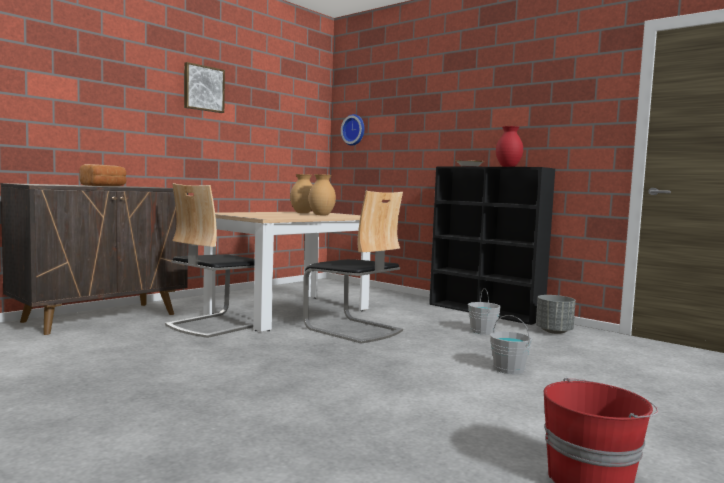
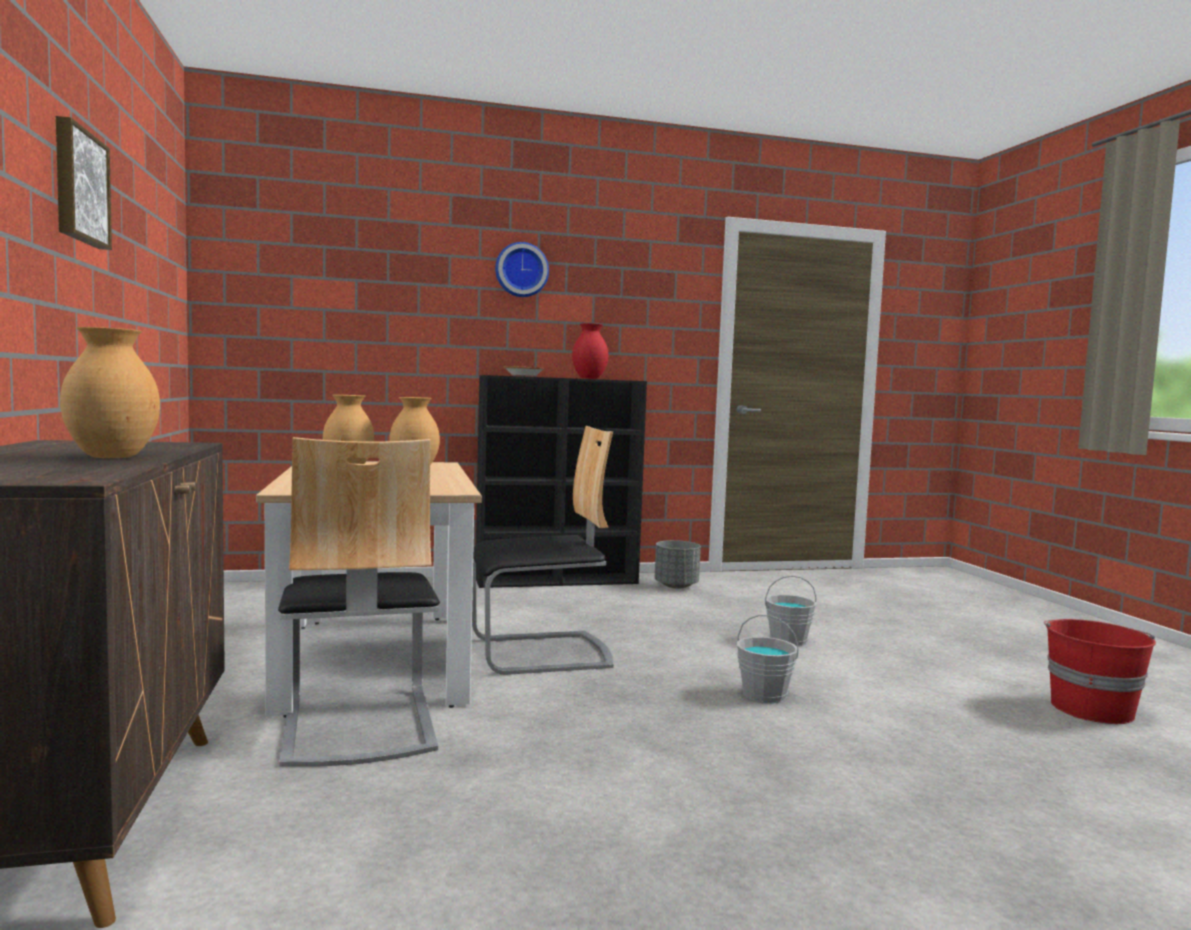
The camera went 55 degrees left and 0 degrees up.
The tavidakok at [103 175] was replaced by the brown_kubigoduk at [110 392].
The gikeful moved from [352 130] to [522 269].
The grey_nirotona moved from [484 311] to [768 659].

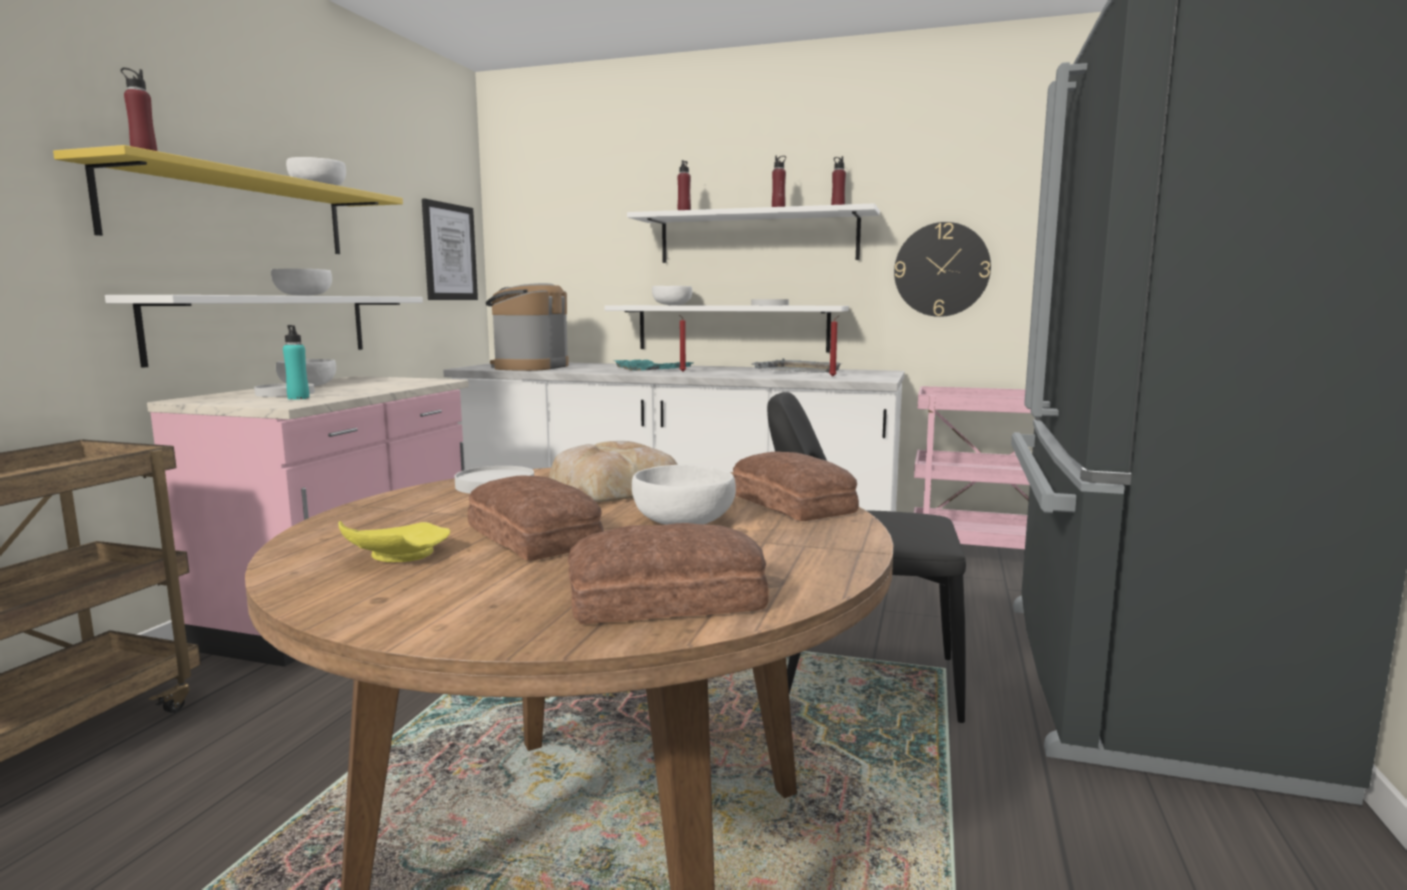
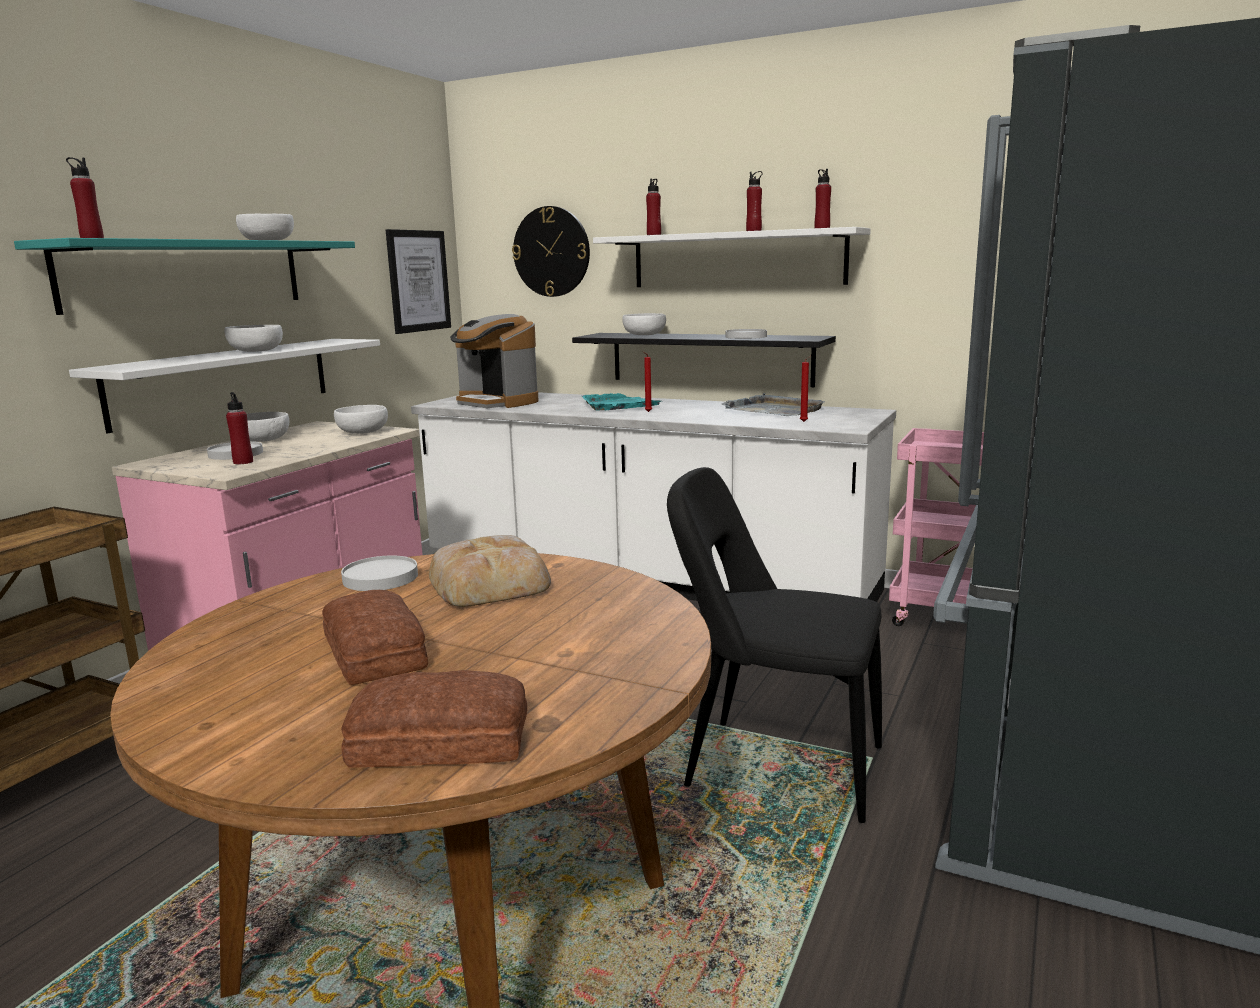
The camera went 10 degrees right and 5 degrees up.
The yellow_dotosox at [228 199] became the turquoise_dotosox at [184 276].
The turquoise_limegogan at [296 362] became the red_limegogan at [239 428].
The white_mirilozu moved from [684 495] to [361 419].
The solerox at [527 327] turned 75 degrees counterclockwise.
The gikeful moved from [942 269] to [551 251].
The white_dotosox at [727 328] became the black_dotosox at [704 360].
The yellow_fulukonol at [394 541] disappeared.
The tavidakok at [796 486] disappeared.

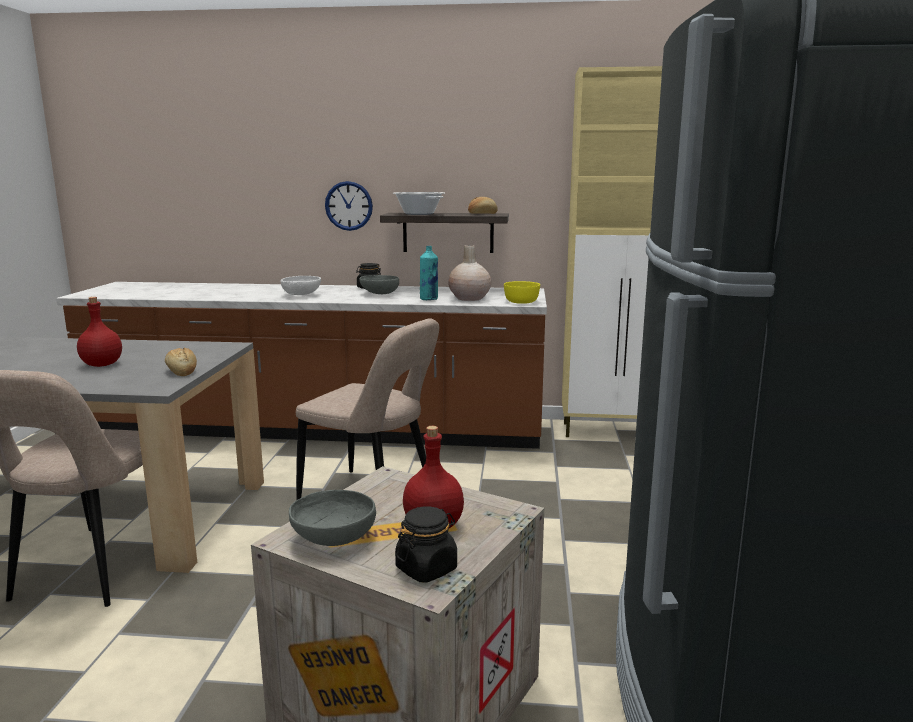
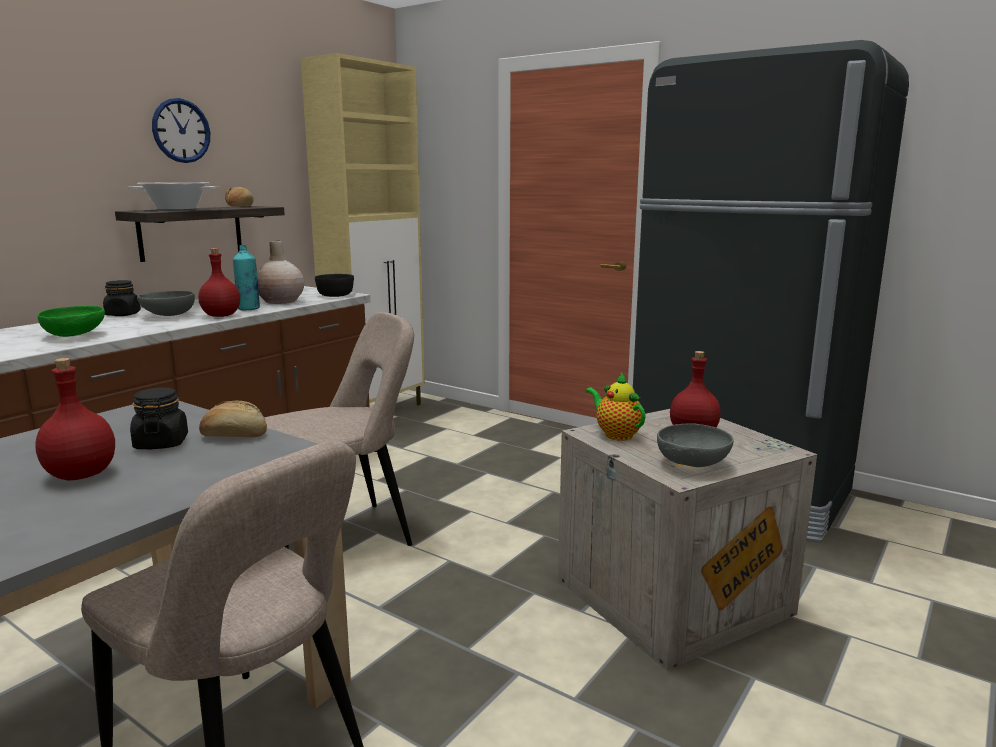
The camera went 60 degrees left and 0 degrees up.
The white_mirilozu at [301 285] became the green_mirilozu at [71 321].
The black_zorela moved from [426 544] to [159 418].
The gikeful moved from [349 206] to [181 130].
The red_limegogan at [219 282] appeared.
The yellow_mirilozu at [522 292] became the black_mirilozu at [334 285].
The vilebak at [616 407] appeared.

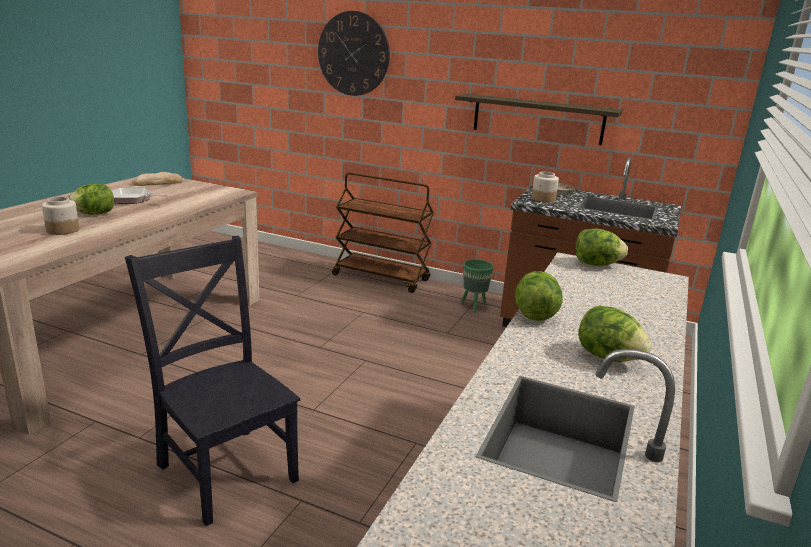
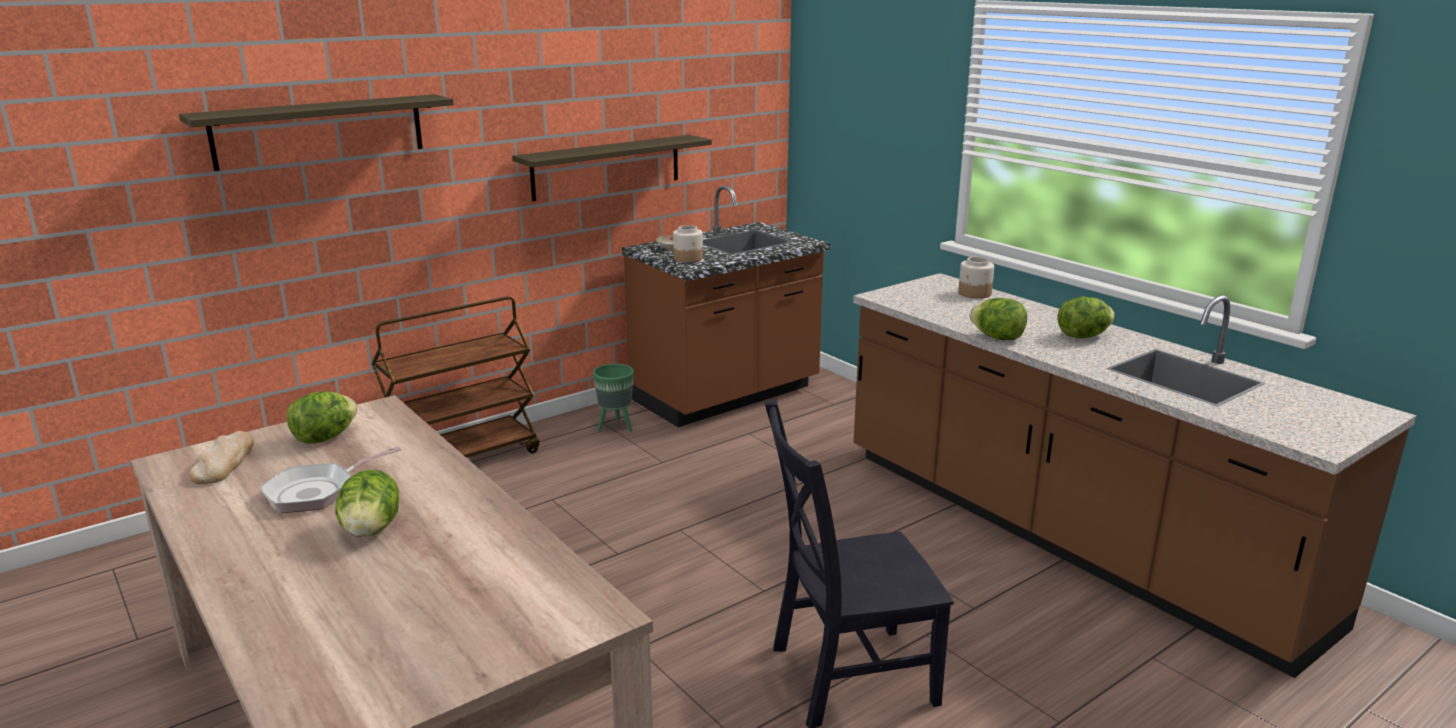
The camera went 60 degrees left and 0 degrees up.
The gikeful at [354 53] was replaced by the dotosox at [316 132].
The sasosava moved from [601 247] to [321 417].
The zorela moved from [60 216] to [976 278].

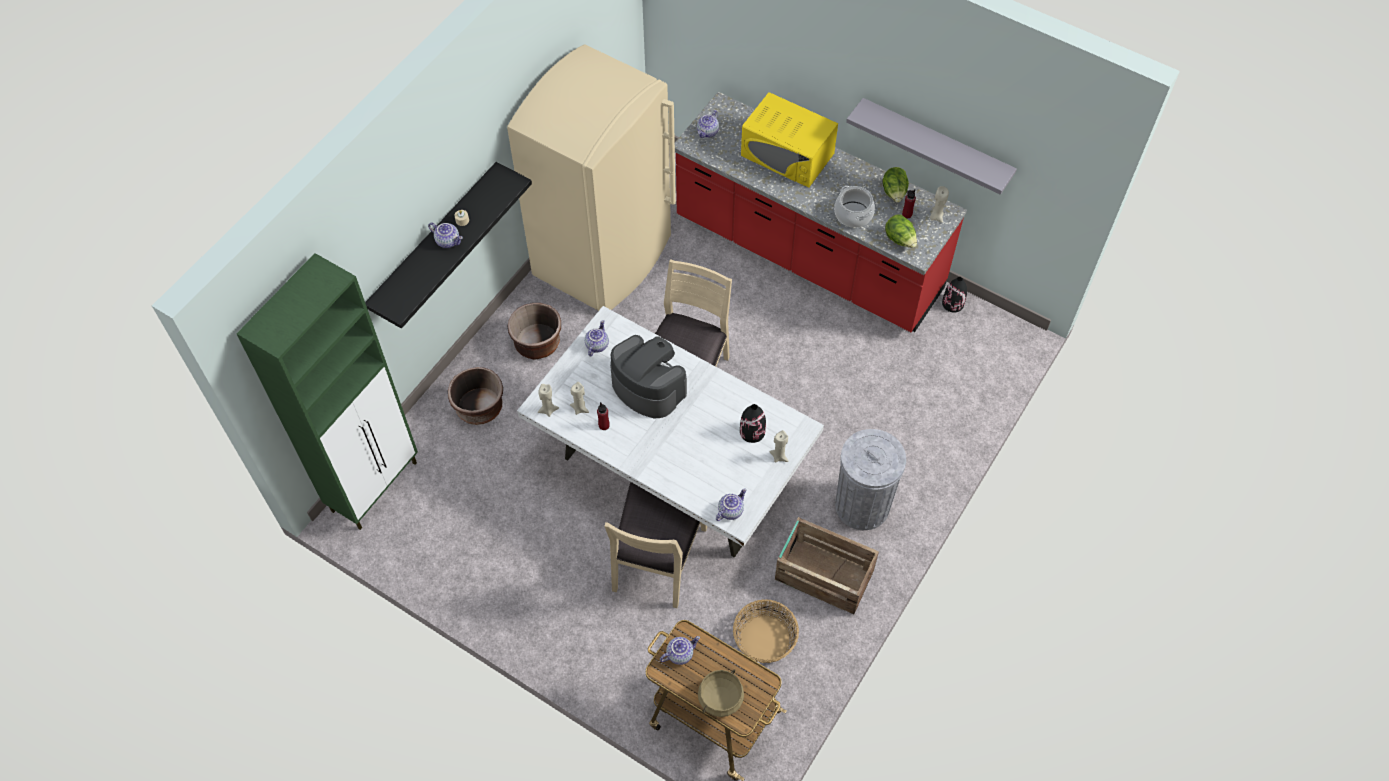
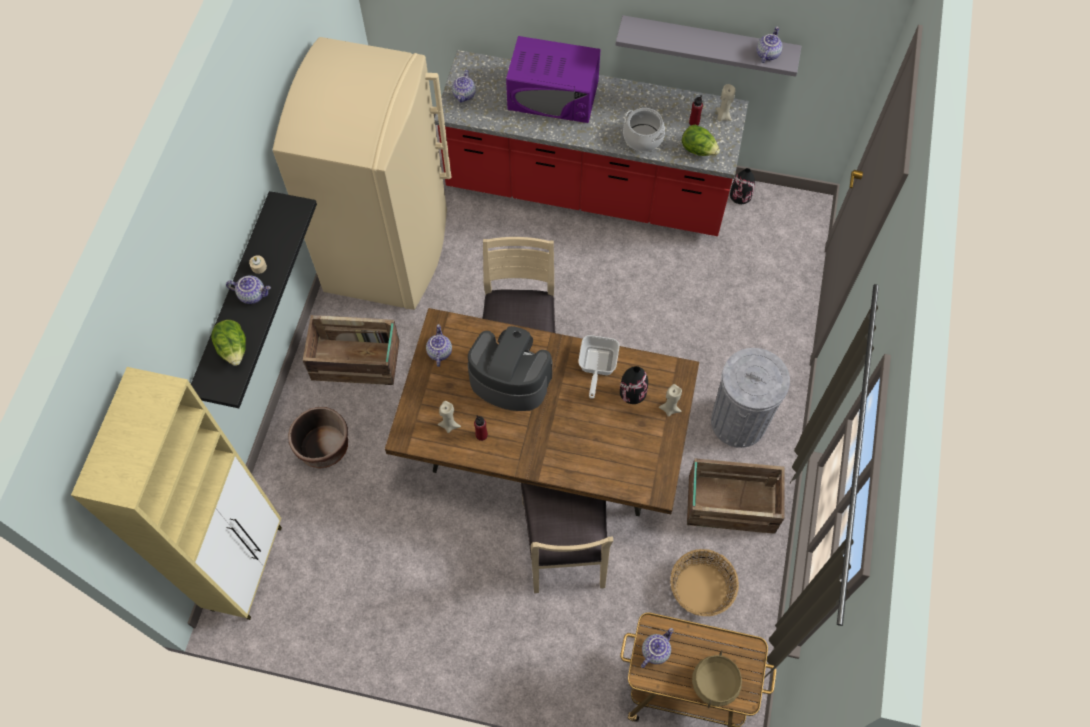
The camera went 20 degrees left and 5 degrees up.
The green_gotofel at [327 391] became the beige_gotofel at [176 493].
The sasosava moved from [896 185] to [228 343].
The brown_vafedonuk at [534 331] was replaced by the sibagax at [351 350].
The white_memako at [670 432] became the brown_memako at [542 412].
The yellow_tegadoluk at [789 140] became the purple_tegadoluk at [553 79].
The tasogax at [599 367] appeared.
The vilebak moved from [731 505] to [770 45].
The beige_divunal at [548 400] disappeared.

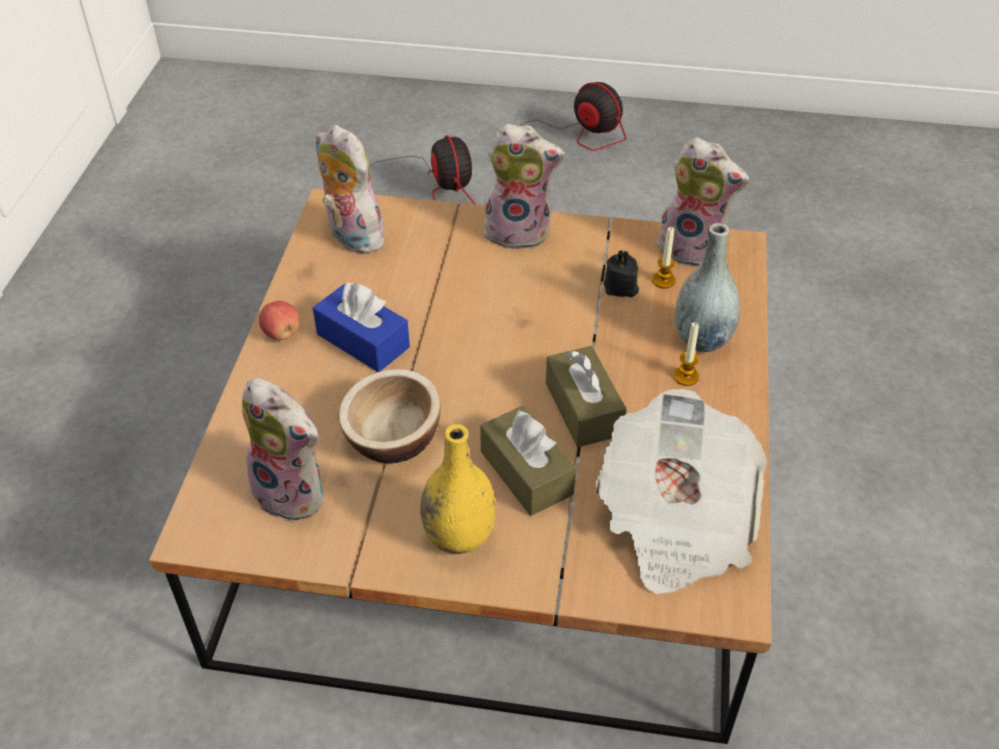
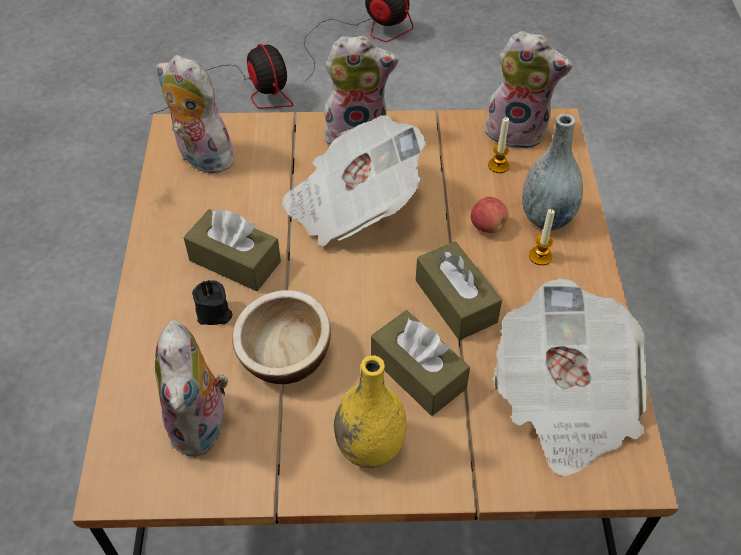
The camera went 10 degrees left and 5 degrees up.
The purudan at [282 450] turned 60 degrees clockwise.
The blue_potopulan at [361 327] became the brown_potopulan at [232 250].
The black_divunal moved from [621 273] to [212 302].
The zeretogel at [354 181] appeared.
The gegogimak moved from [279 320] to [489 215].

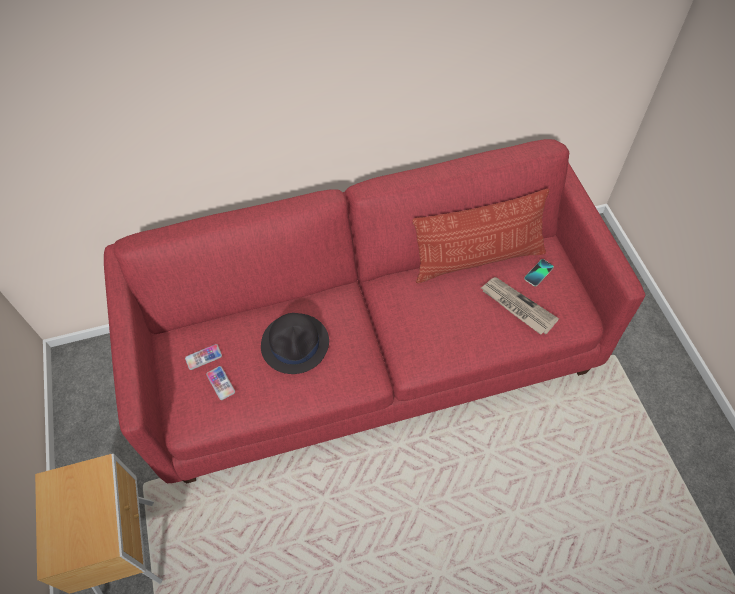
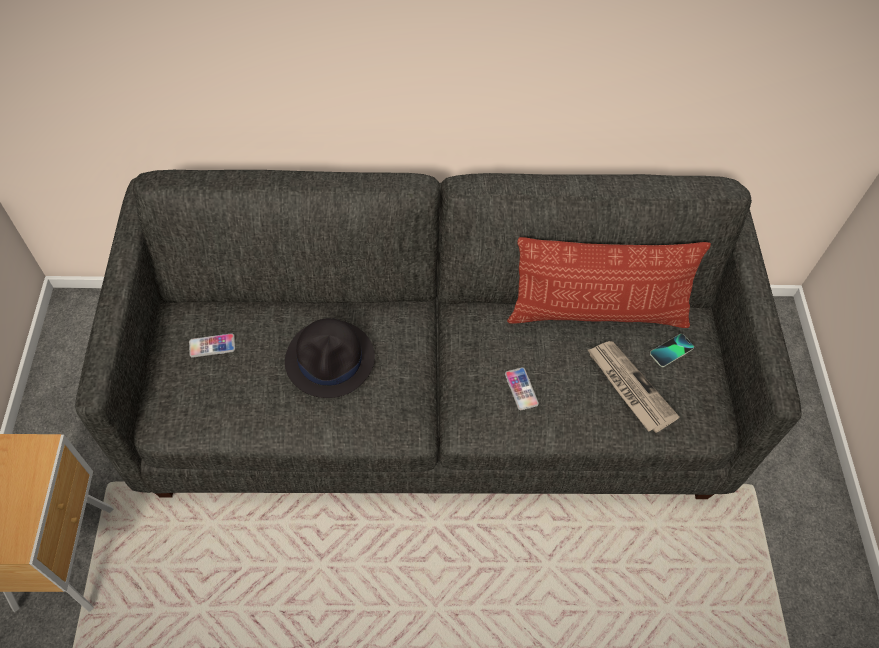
The camera went 10 degrees right and 0 degrees up.
The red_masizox at [374 311] became the grey_masizox at [438 334].
The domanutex moved from [220 383] to [522 388].

